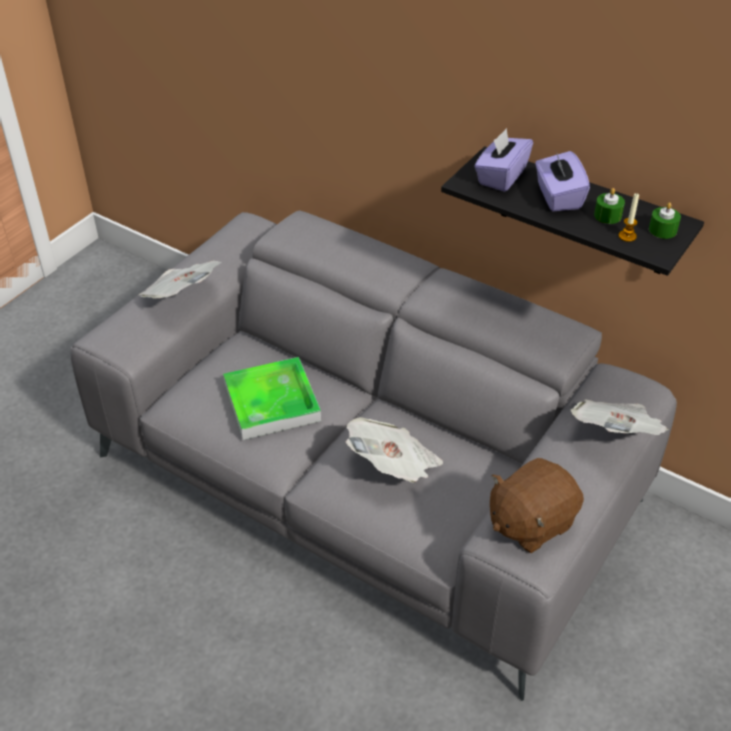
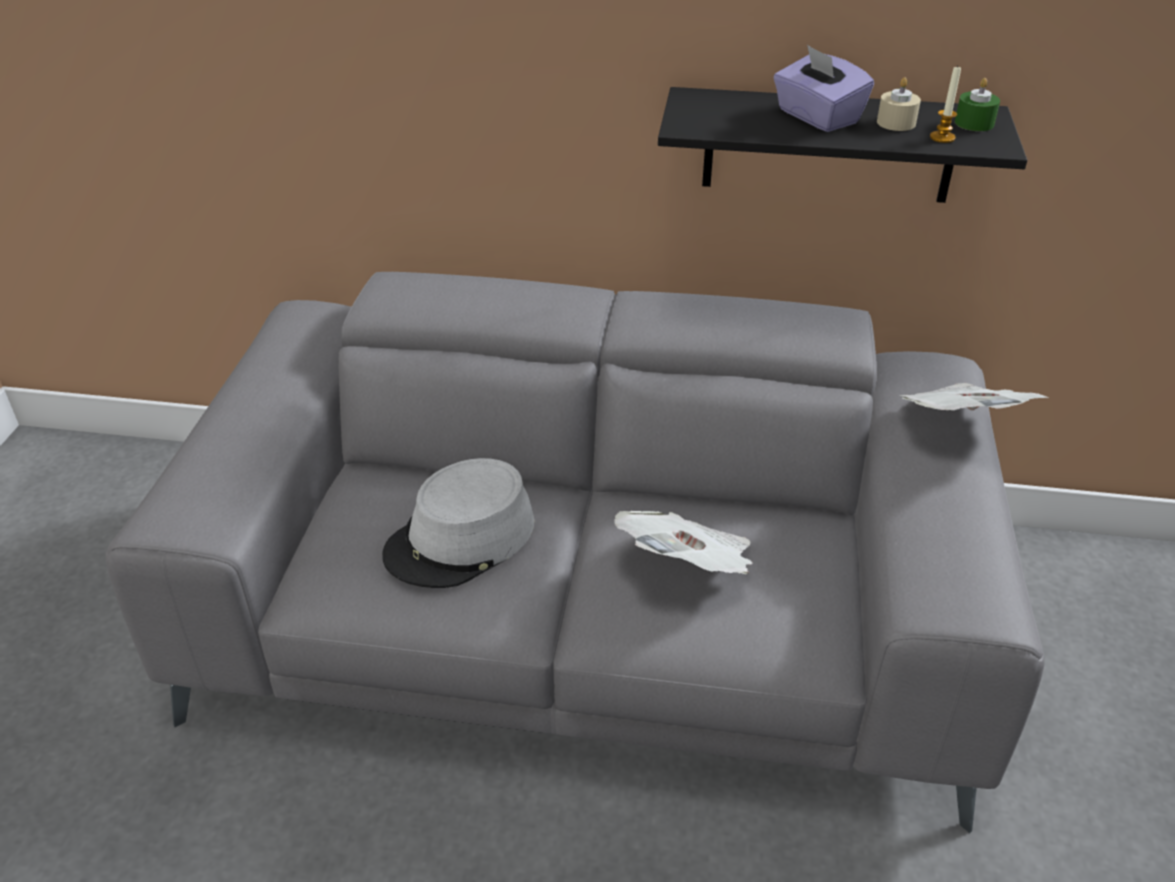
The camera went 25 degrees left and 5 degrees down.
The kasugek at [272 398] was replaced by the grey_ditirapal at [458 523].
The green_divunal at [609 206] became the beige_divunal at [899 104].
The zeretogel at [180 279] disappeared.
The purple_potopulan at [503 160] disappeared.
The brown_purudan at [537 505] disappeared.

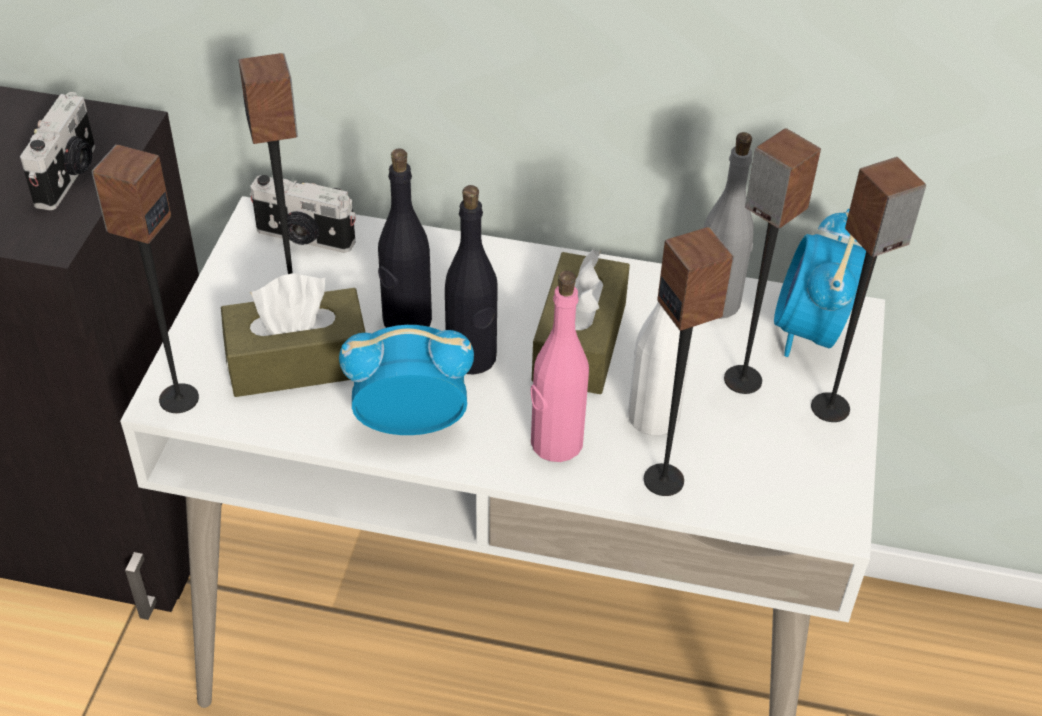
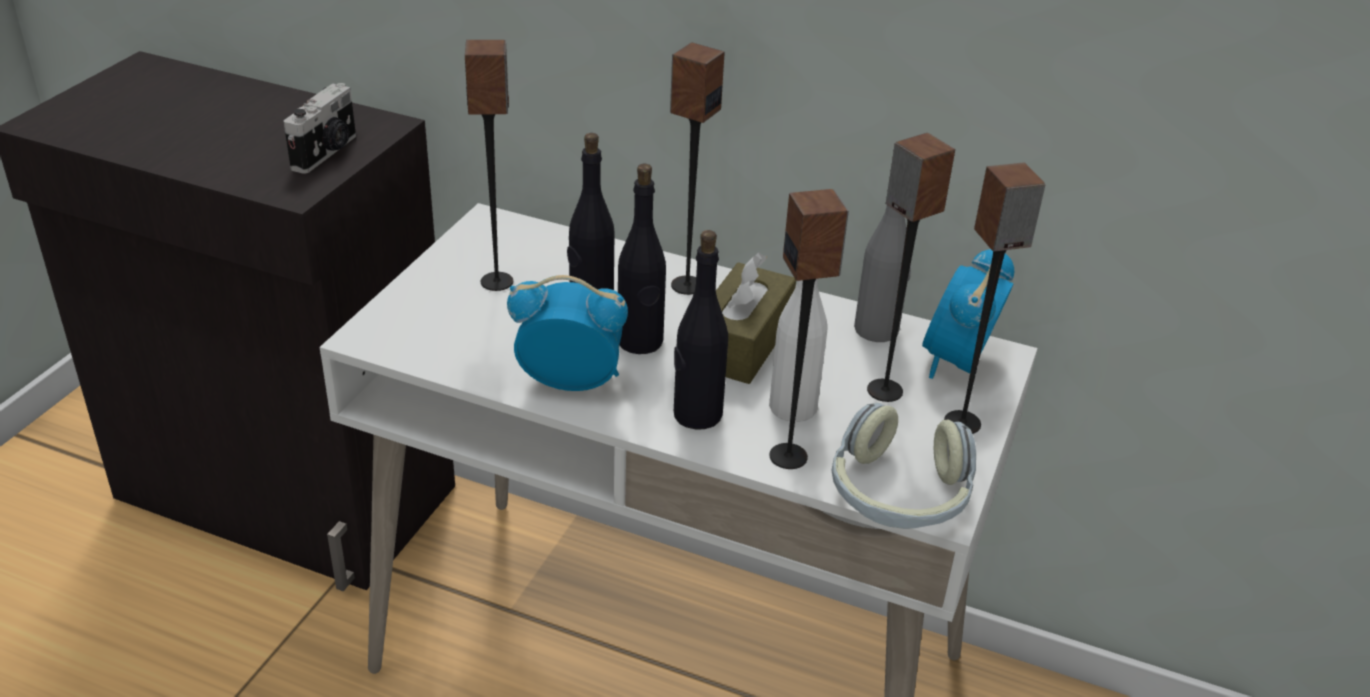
The camera went 10 degrees right and 10 degrees down.
The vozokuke moved from [145 279] to [697 168].
The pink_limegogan at [560 366] became the black_limegogan at [701 330].
The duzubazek at [903 466] appeared.
The brown_potopulan at [293 335] disappeared.
The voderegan at [303 214] disappeared.

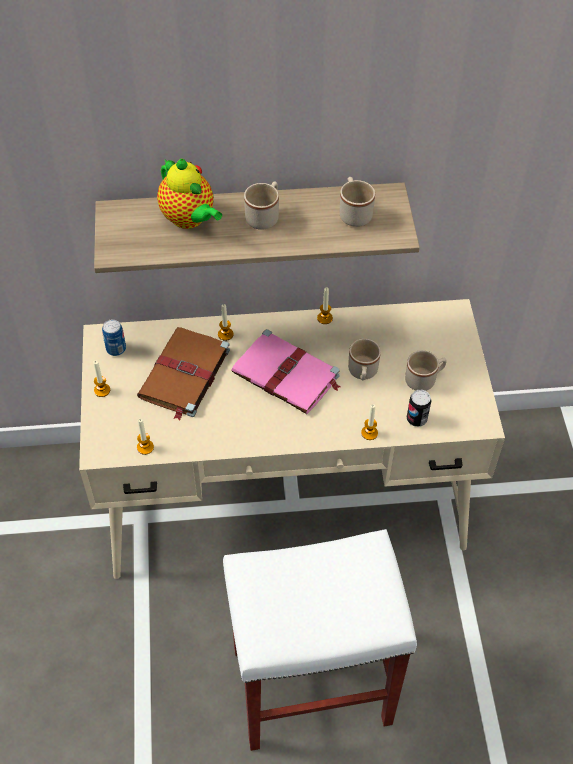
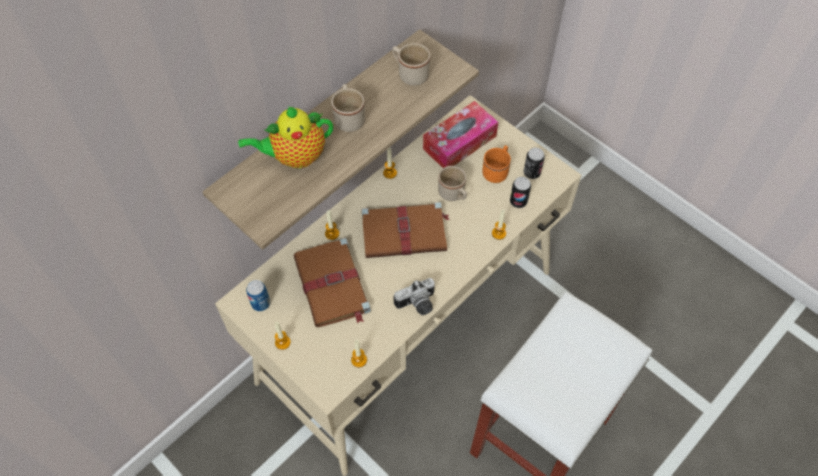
The camera went 40 degrees left and 5 degrees up.
The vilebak at [189 193] turned 150 degrees clockwise.
The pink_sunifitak at [286 371] became the brown_sunifitak at [406 230].
The voderegan at [414 296] appeared.
The potopulan at [460 134] appeared.
The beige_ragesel at [426 370] became the orange_ragesel at [497 164].
The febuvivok at [534 163] appeared.

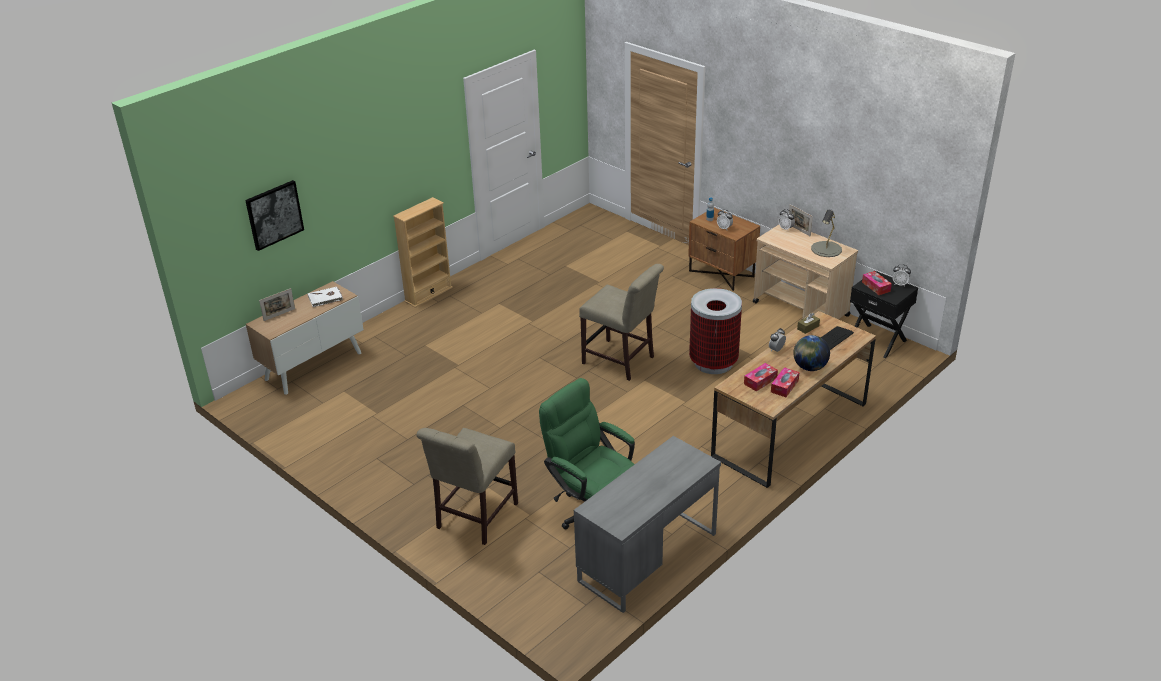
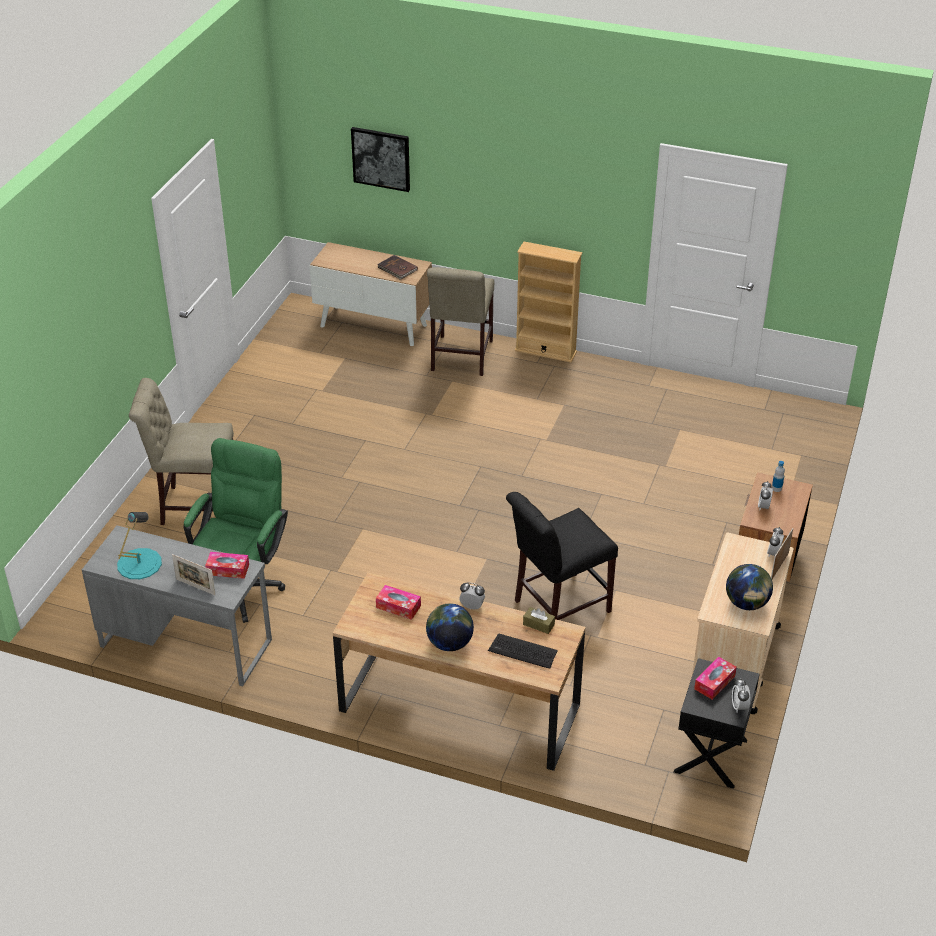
The camera went 65 degrees right and 5 degrees up.
The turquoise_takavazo at [139 545] appeared.
The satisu moved from [277 304] to [194 574].
The potopulan moved from [785 382] to [227 565].
The white_sunifitak at [325 297] became the brown_sunifitak at [397 267].
The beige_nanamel moved from [621 322] to [461 321].
The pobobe at [715 331] was replaced by the black_nanamel at [562 556].
The grey_takavazo at [826 233] was replaced by the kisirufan at [749 587].

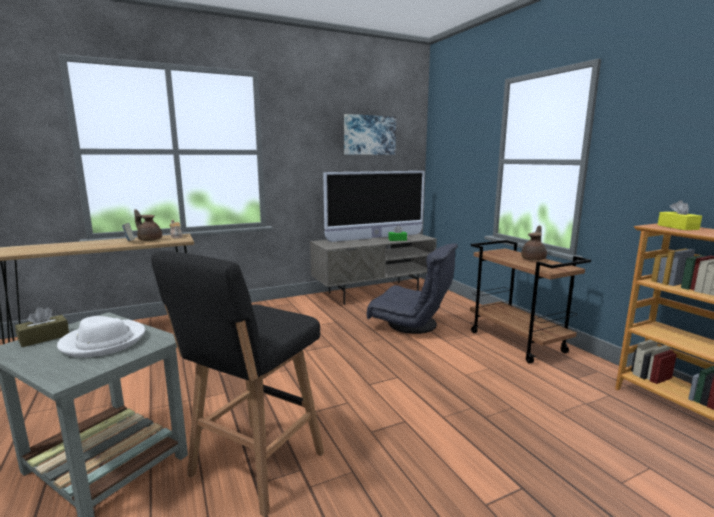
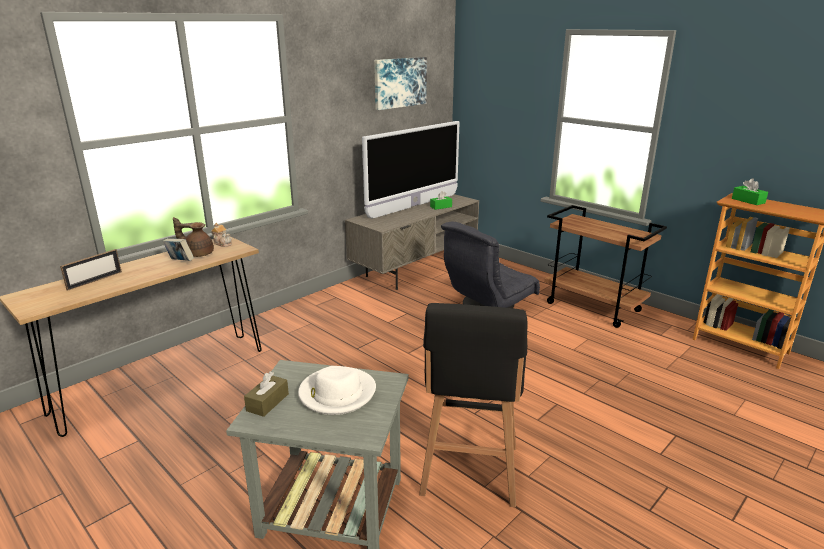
The camera went 20 degrees left and 10 degrees up.
The satisu at [91 270] appeared.
The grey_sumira at [412 288] turned 135 degrees clockwise.
The yellow_potopulan at [680 215] became the green_potopulan at [750 191].
The brown_vilebak at [534 243] disappeared.

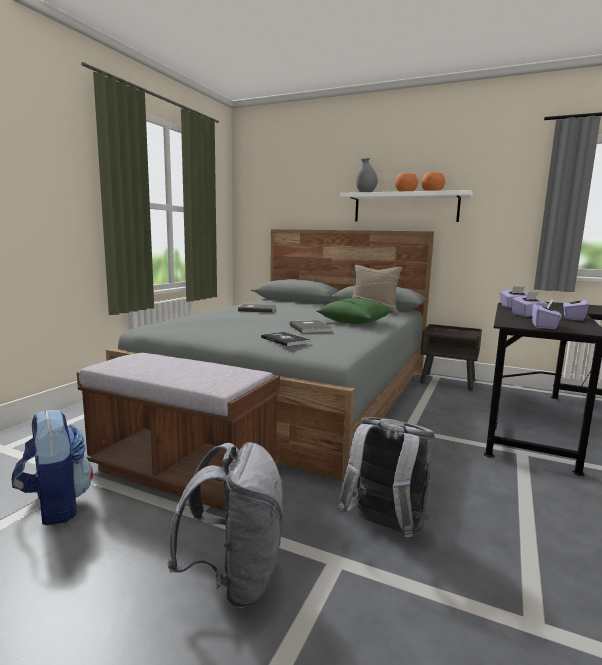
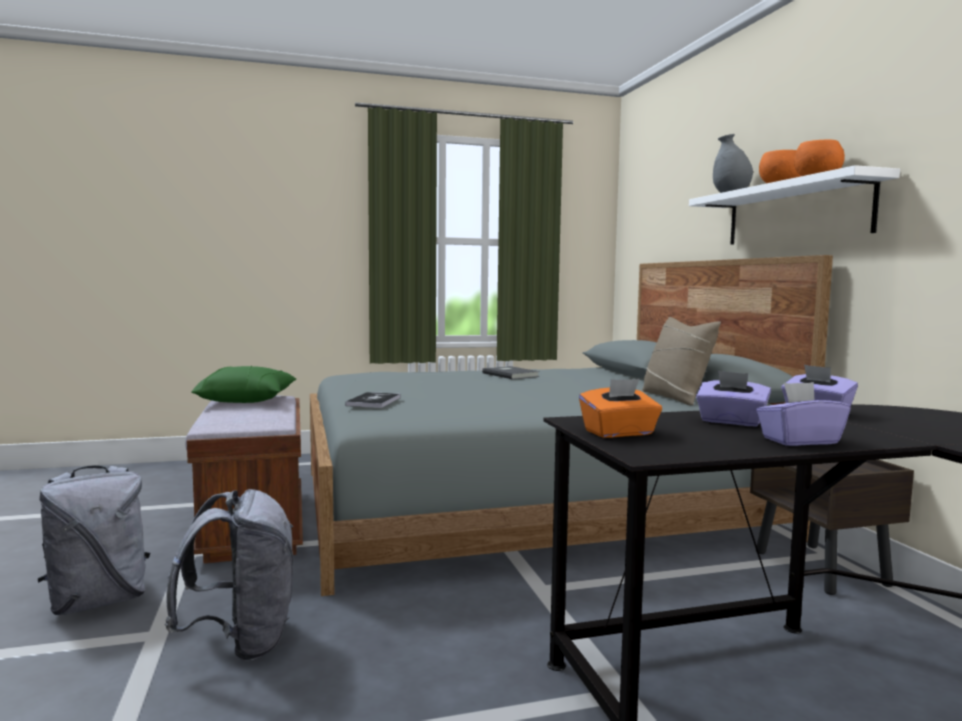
The camera went 50 degrees right and 5 degrees down.
The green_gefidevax moved from [355 311] to [243 384].
The purple_potopulan at [547 314] became the orange_potopulan at [620 408].
The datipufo at [52 467] disappeared.
The grey_sunifitak at [310 327] disappeared.

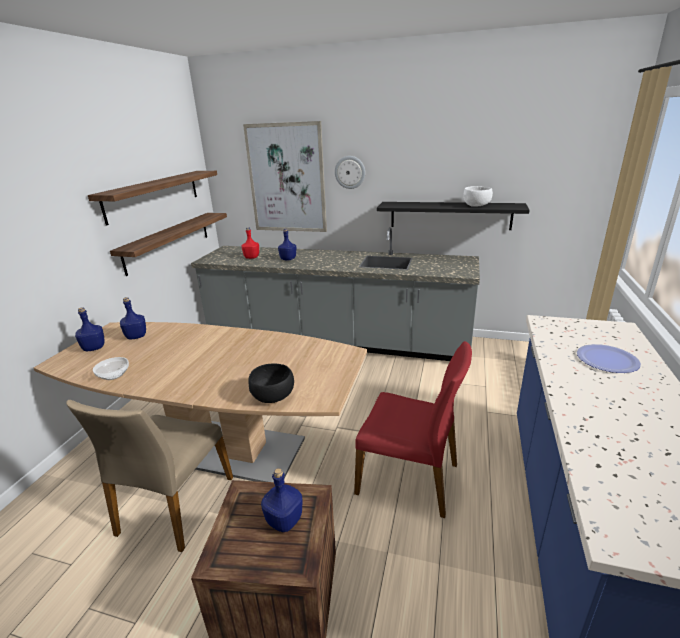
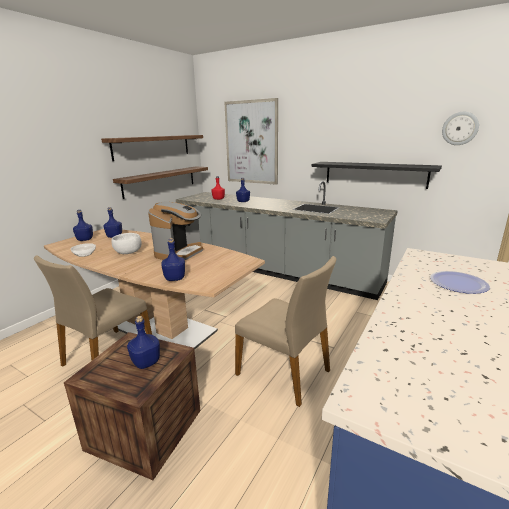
The camera went 15 degrees right and 5 degrees down.
The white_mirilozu moved from [478 196] to [126 243].
The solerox at [175 231] appeared.
The black_mirilozu at [271 383] was replaced by the blue_limegogan at [173 259].
The red_nanamel at [413 429] became the beige_nanamel at [285 331].
The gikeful moved from [350 172] to [460 128].

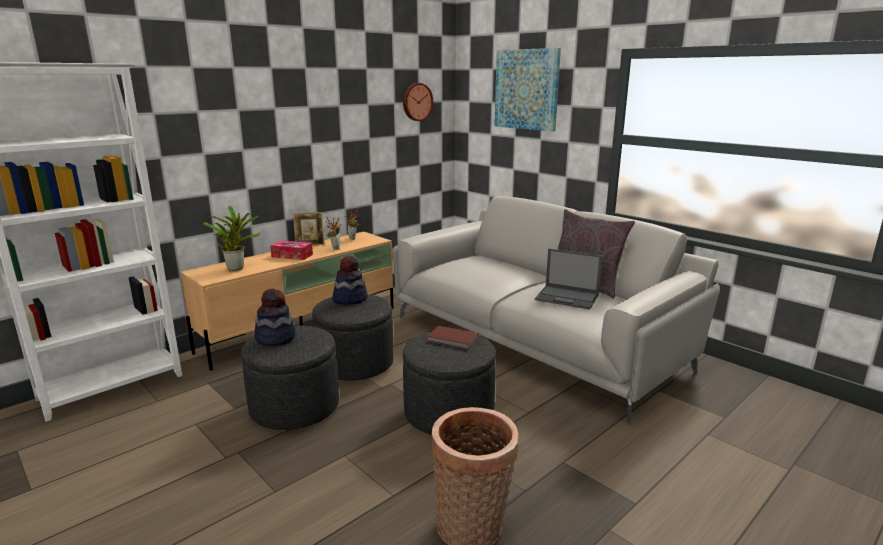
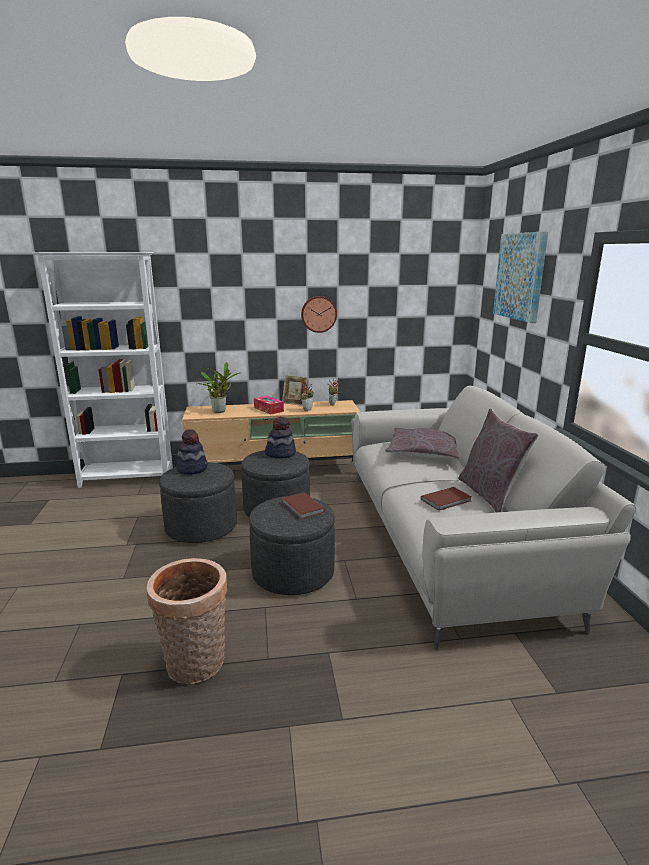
The camera went 35 degrees right and 0 degrees up.
The gikeful moved from [418 102] to [319 314].
The grey_gefidevax at [422 443] appeared.
The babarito at [569 278] was replaced by the brown_sunifitak at [446 499].

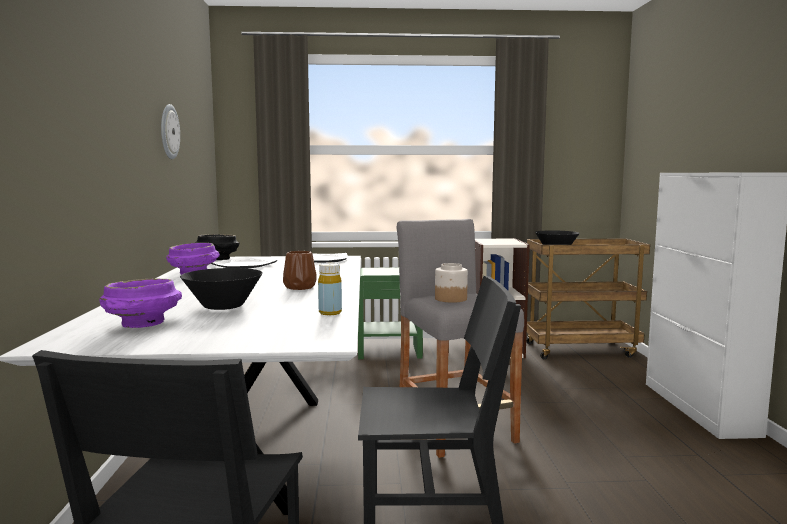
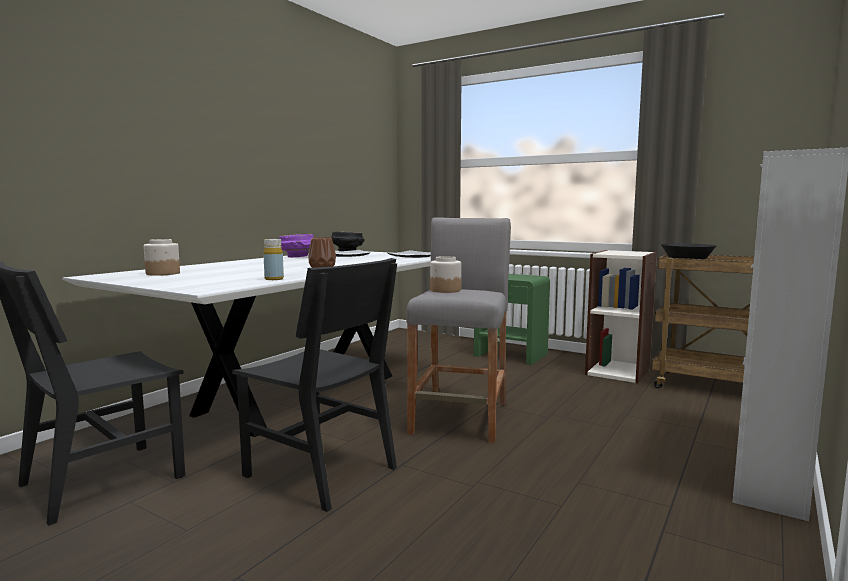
The camera went 35 degrees right and 0 degrees up.
The purple_mirilozu at [140 303] was replaced by the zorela at [162 257].
The gikeful at [170 131] disappeared.
The black_mirilozu at [221 289] disappeared.

